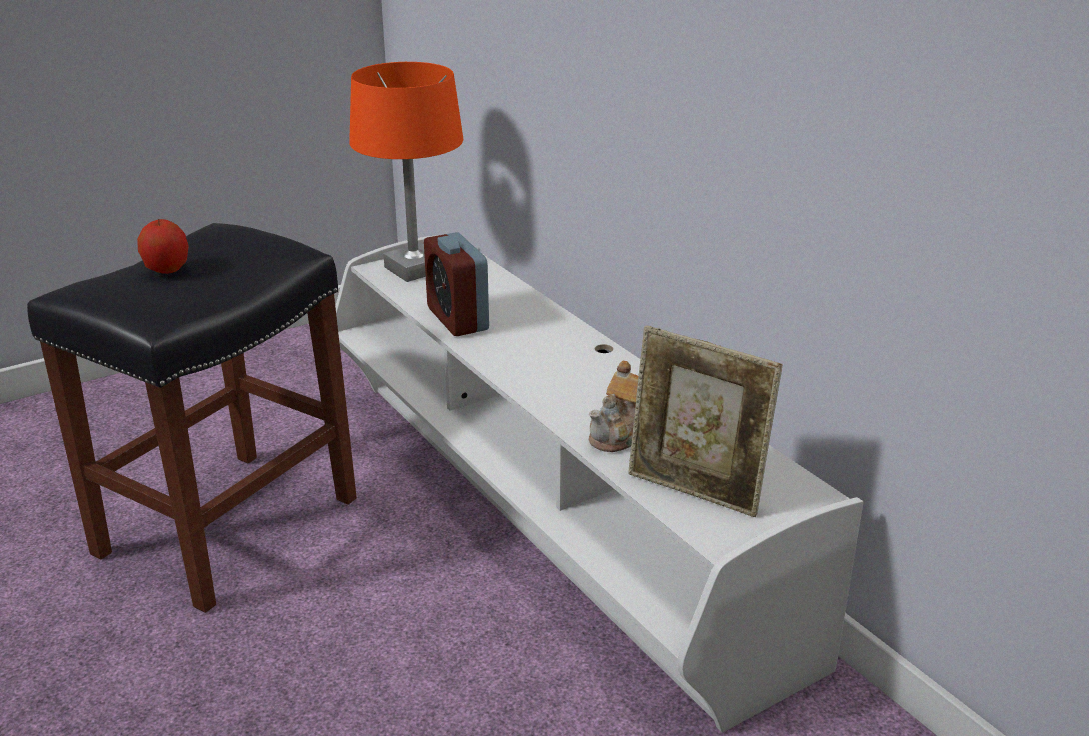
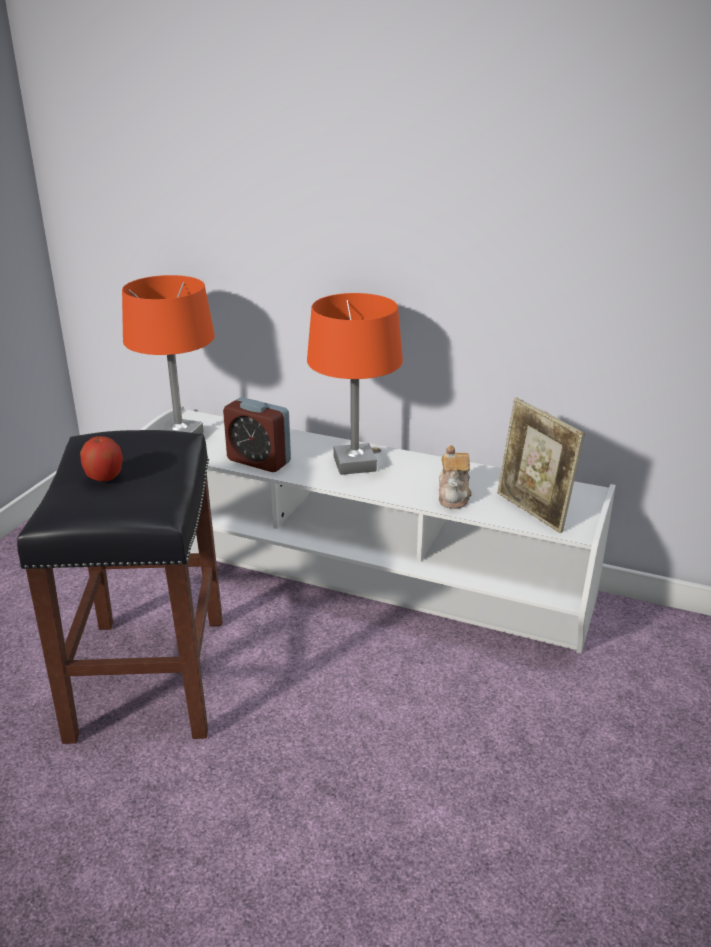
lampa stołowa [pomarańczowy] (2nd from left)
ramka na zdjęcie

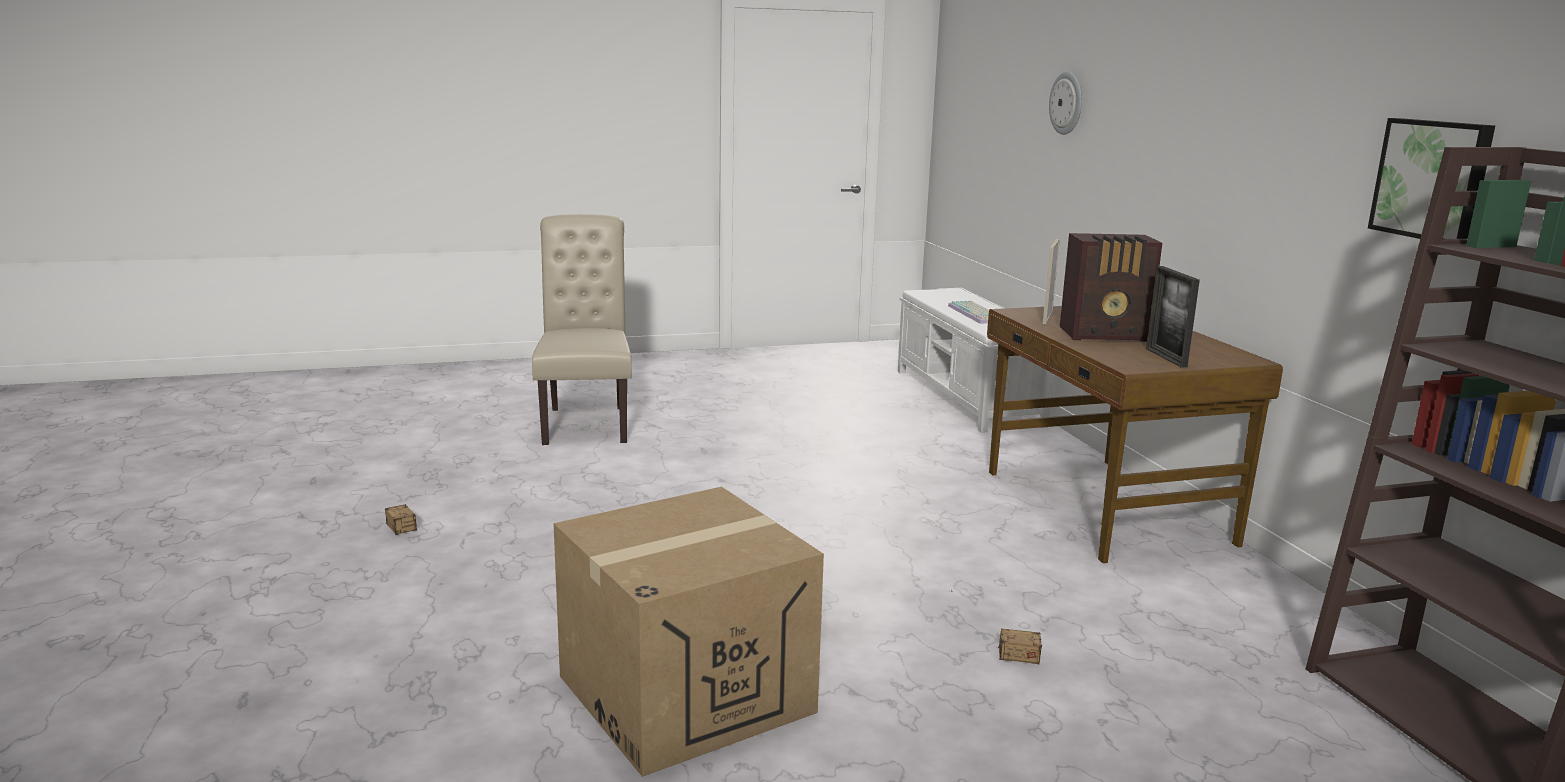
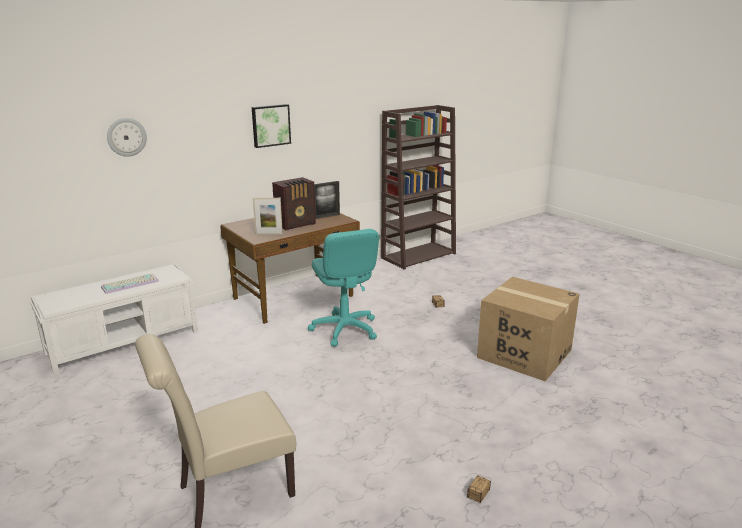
obraz
radio
krzesło biurowe [turkusowy]

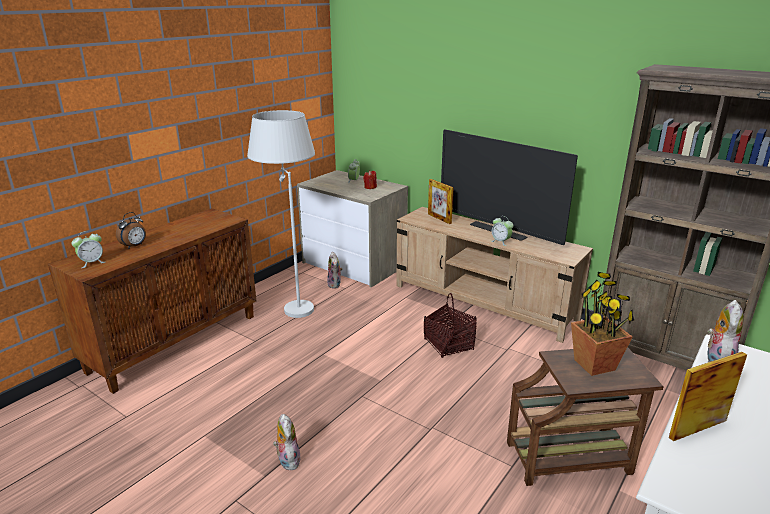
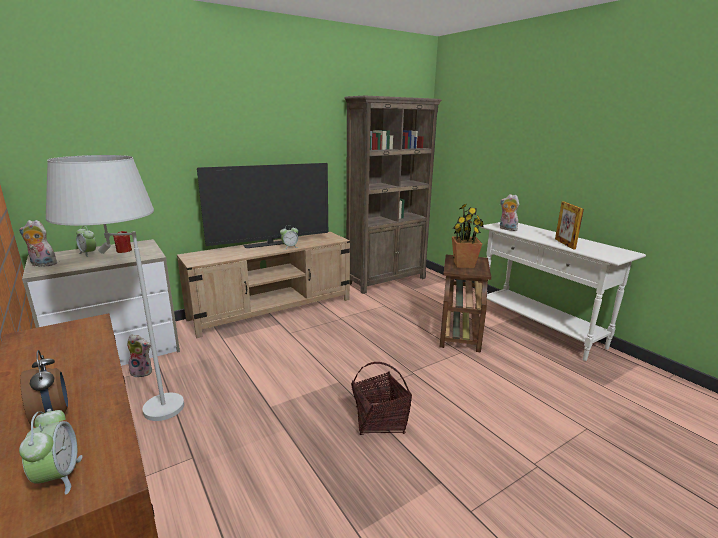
pluszak (1st from left)
koszyk
ramka na zdjęcie (1st from left in the first image)

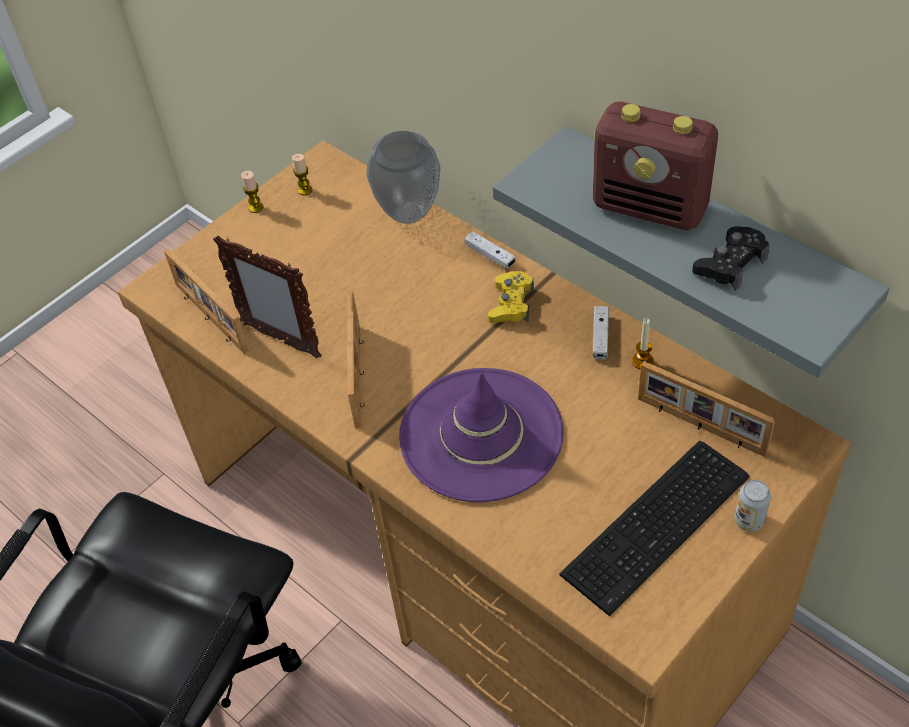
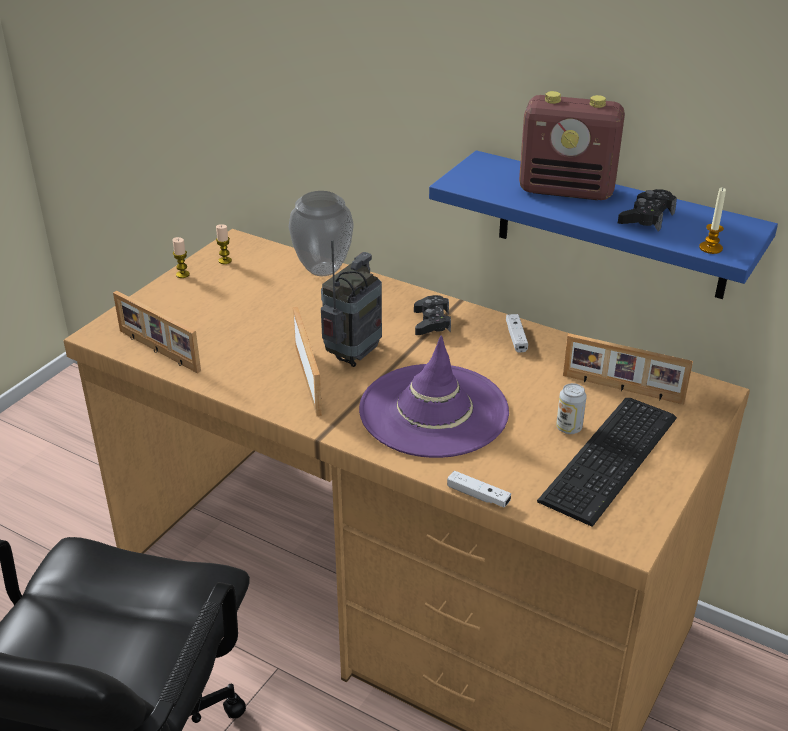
radio (1st from left)
pad do gier [czarny] (1st from left)
półka [niebieski]
pad do gier [biały] (1st from left)
puszka
świeca (3rd from left)
ramka na zdjęcie (2nd from left in the first image)

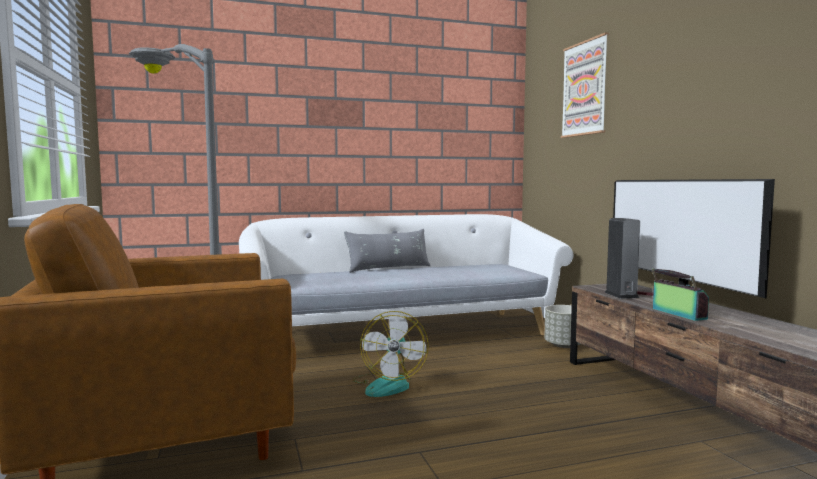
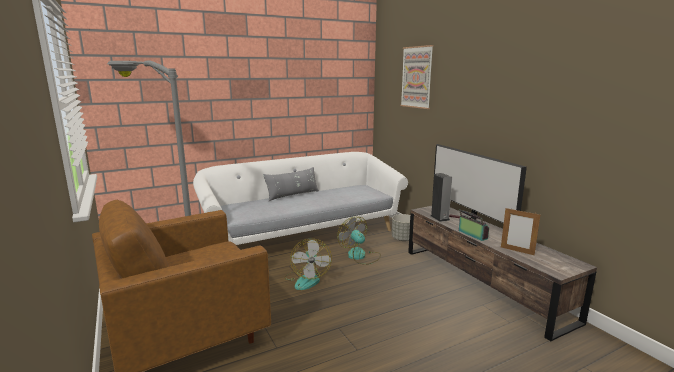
wentylator (2nd from left)
ramka na zdjęcie

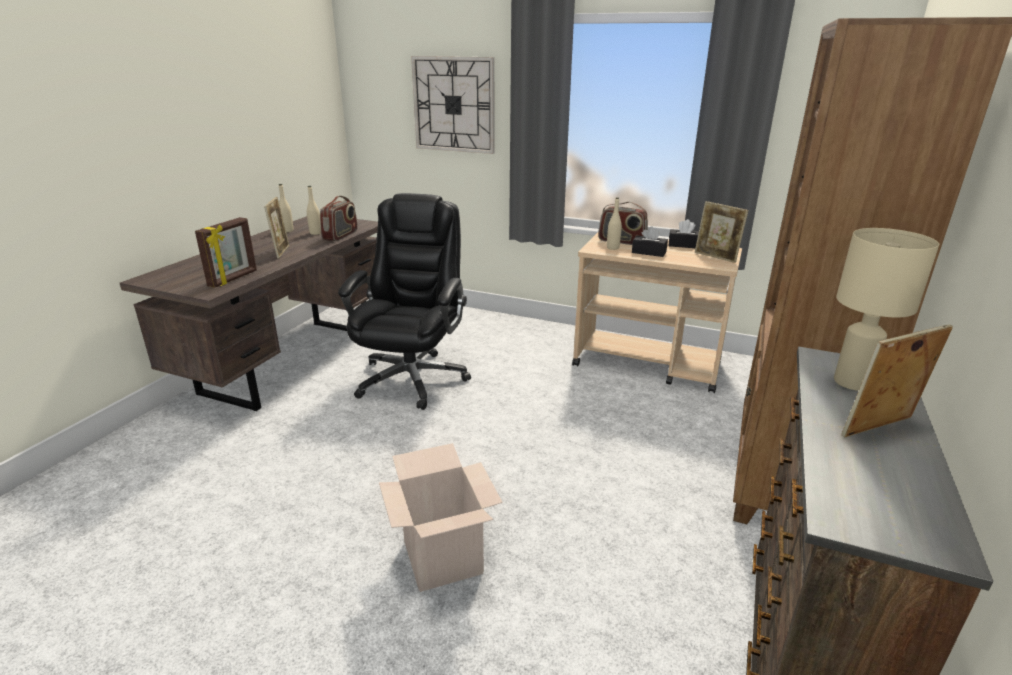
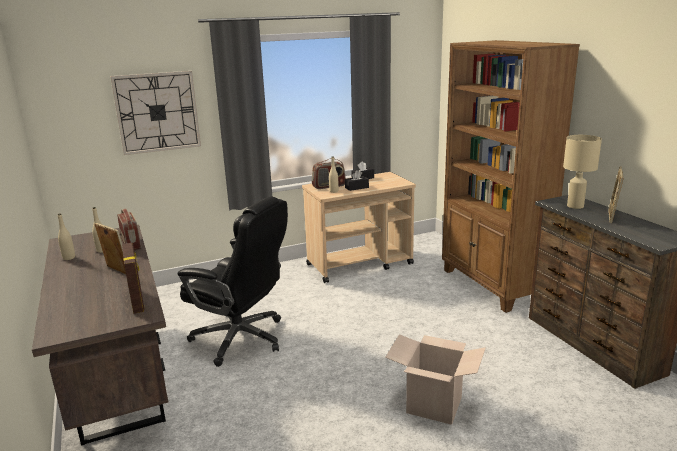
krzesło biurowe [czarny]
ramka na zdjęcie (3rd from left in the first image)

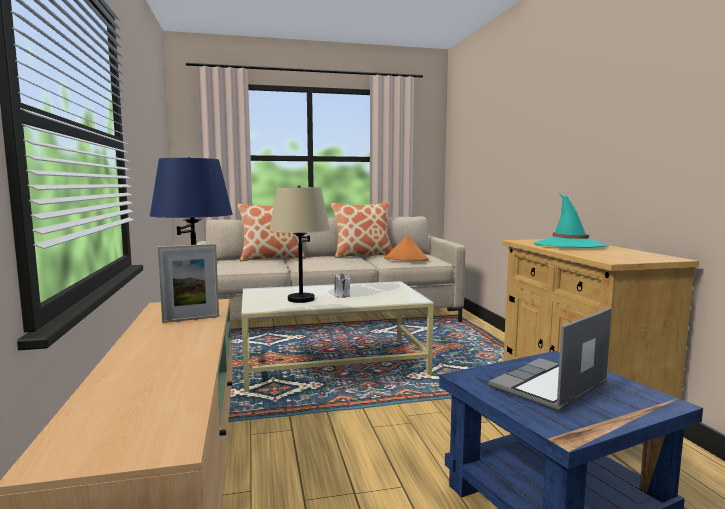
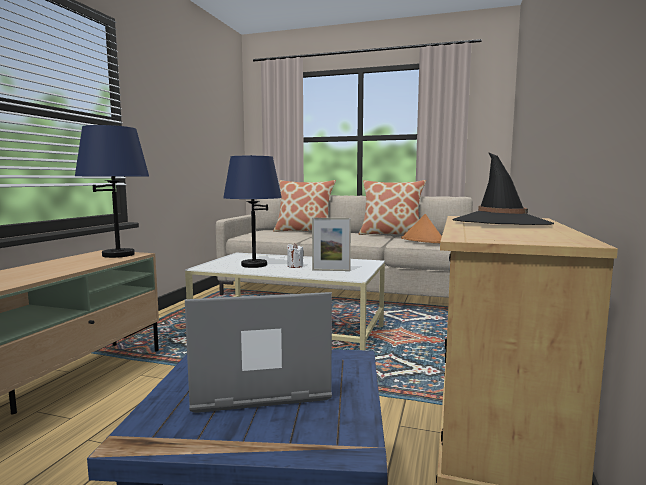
lampa stołowa [niebieski] (2nd from left)
ramka na zdjęcie
kapelusz [czarny]

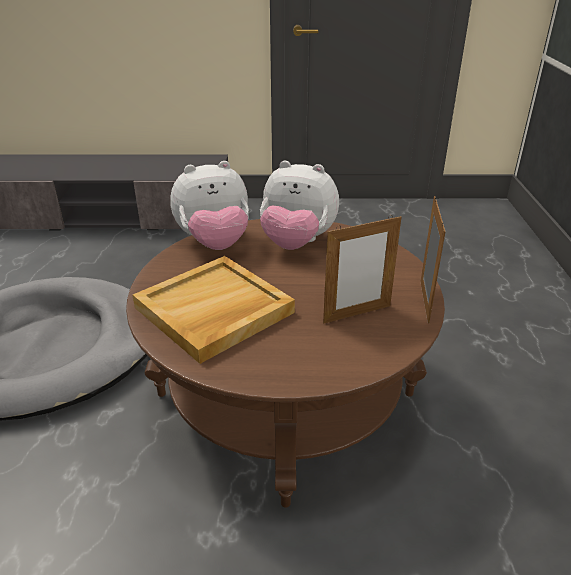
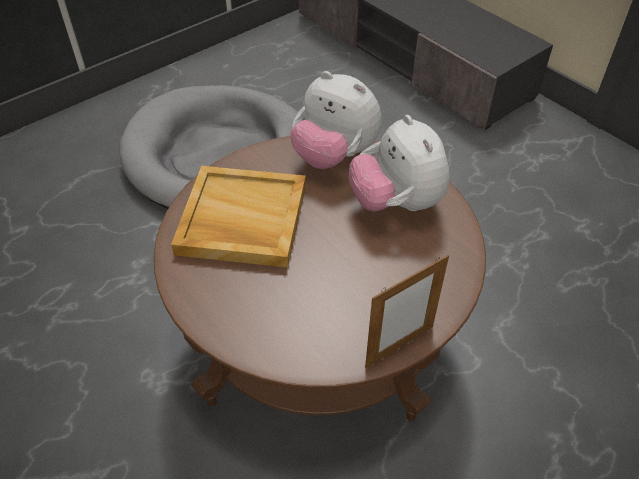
ramka na zdjęcie (1st from left in the first image)

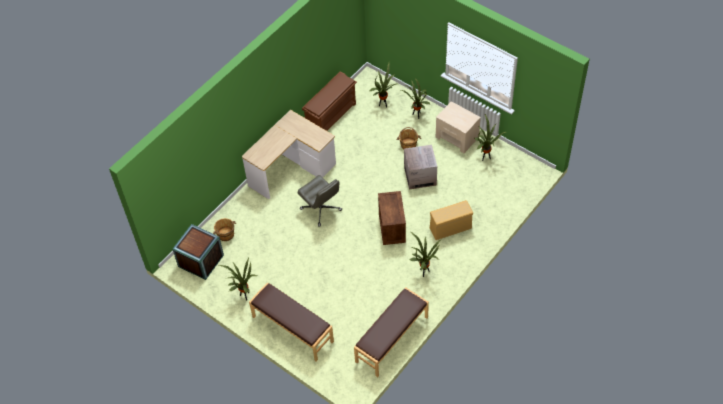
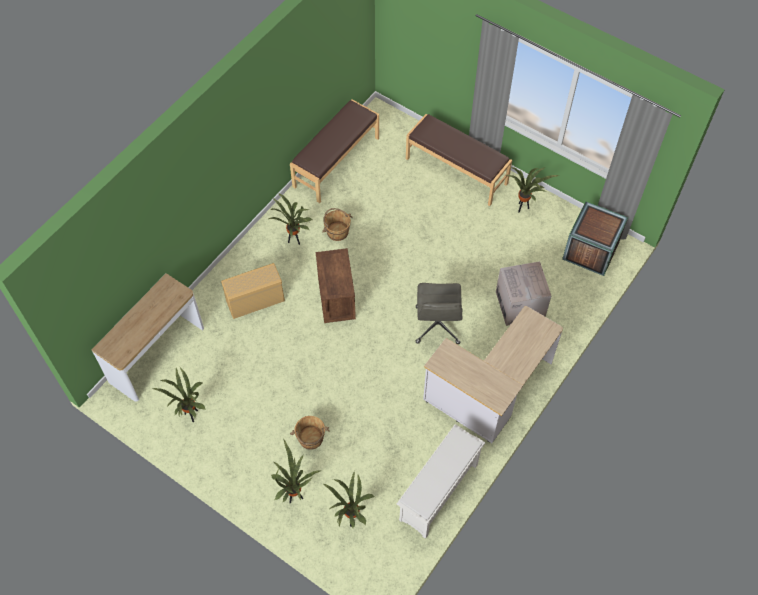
stolik konsolowy
wiadro [brązowy] (2nd from left)
regał na buty [biały]
krzesło biurowe [szary]
karton
szafka nocna [beżowy]

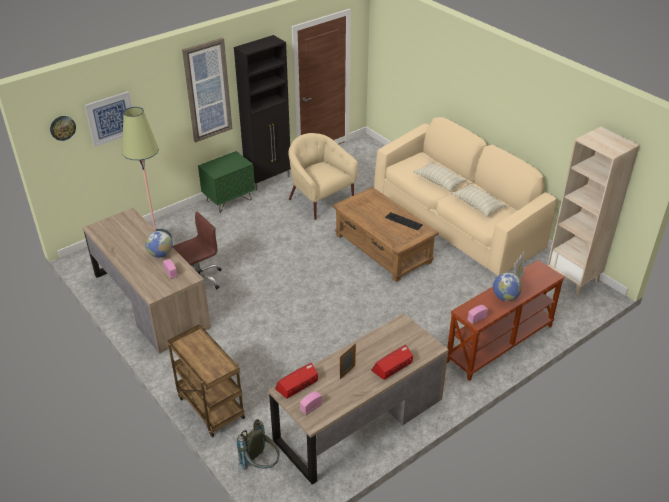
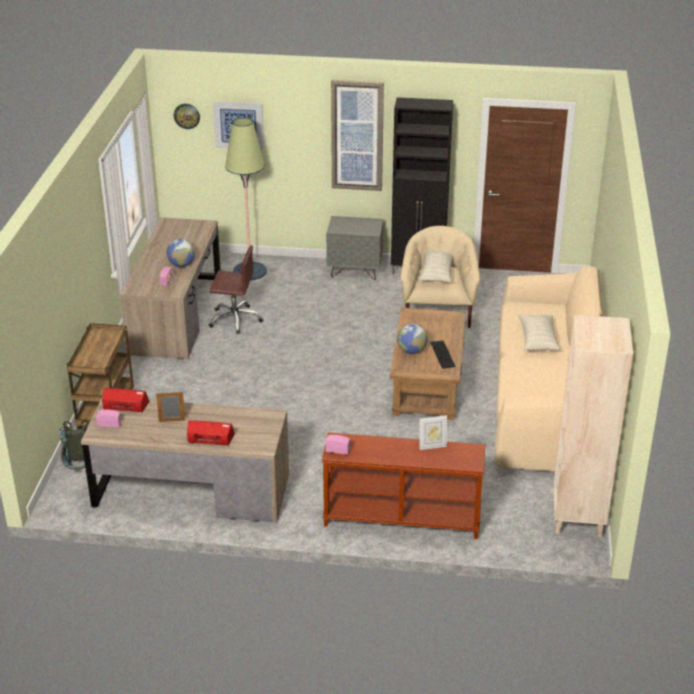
szafka nocna [szary]
globus (2nd from left)
poduszka (1st from left)

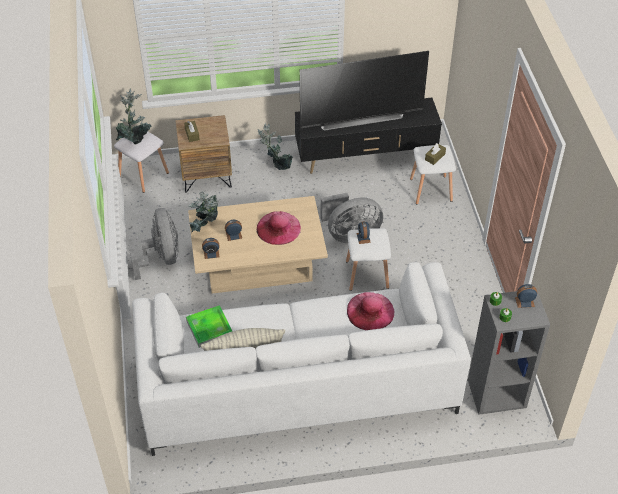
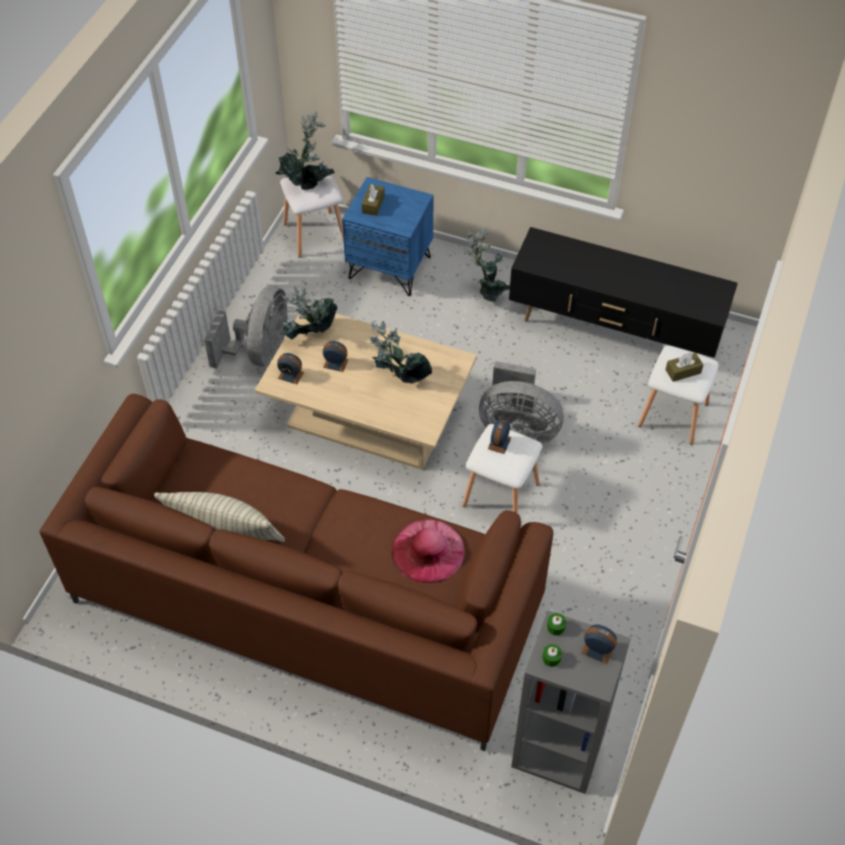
kanapa [brązowy]
szafka nocna [niebieski]
roślina doniczkowa (3rd from left)
taca
telewizor

